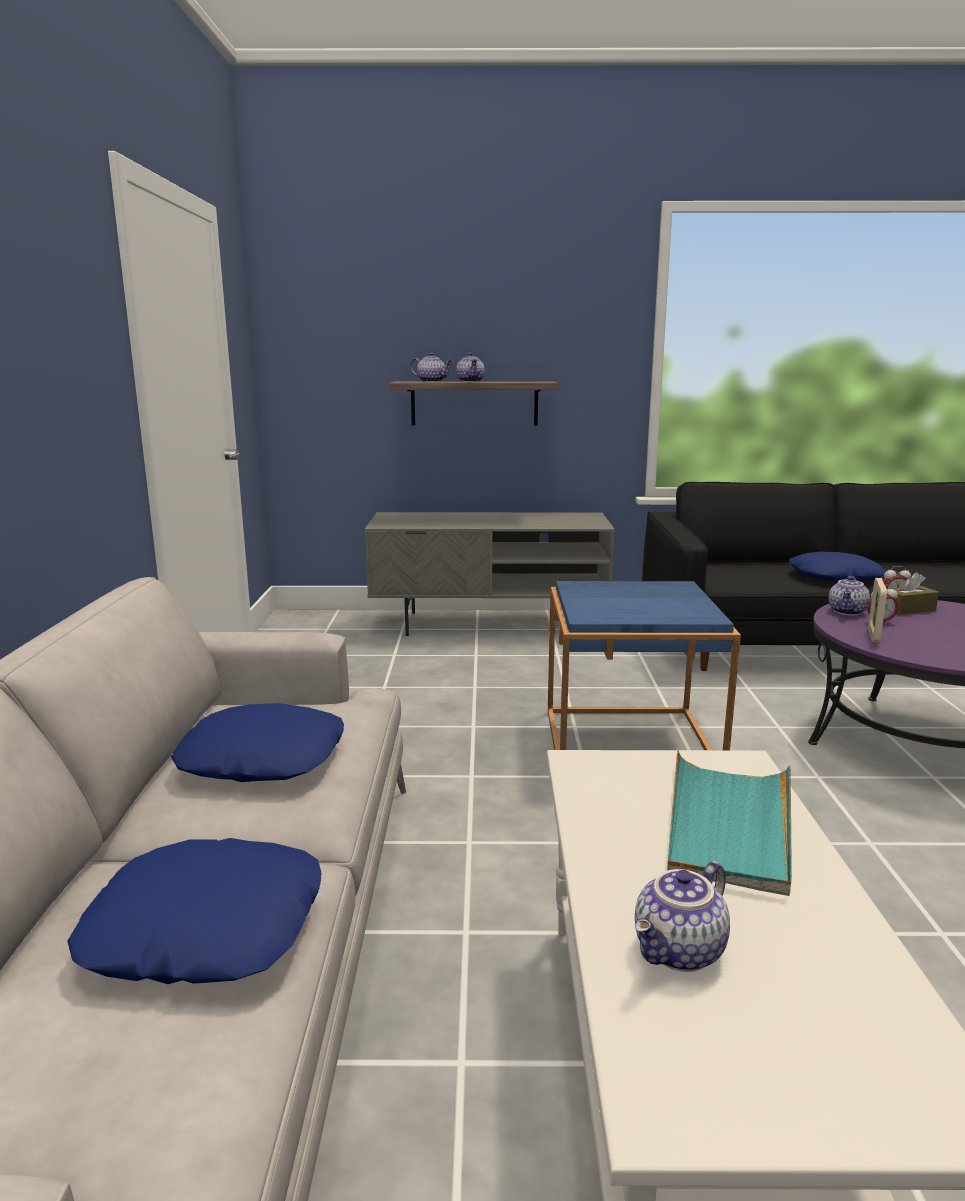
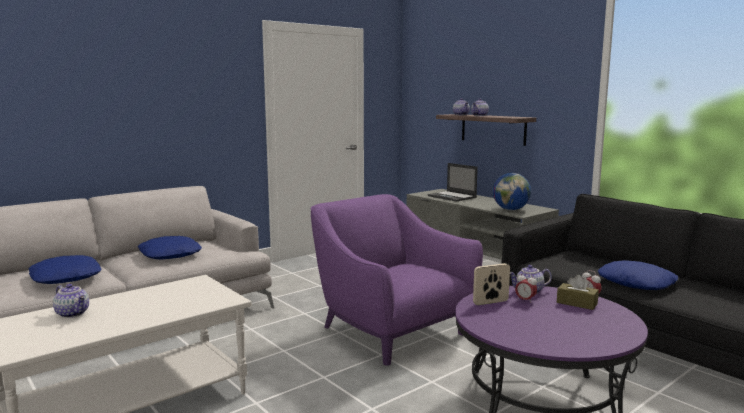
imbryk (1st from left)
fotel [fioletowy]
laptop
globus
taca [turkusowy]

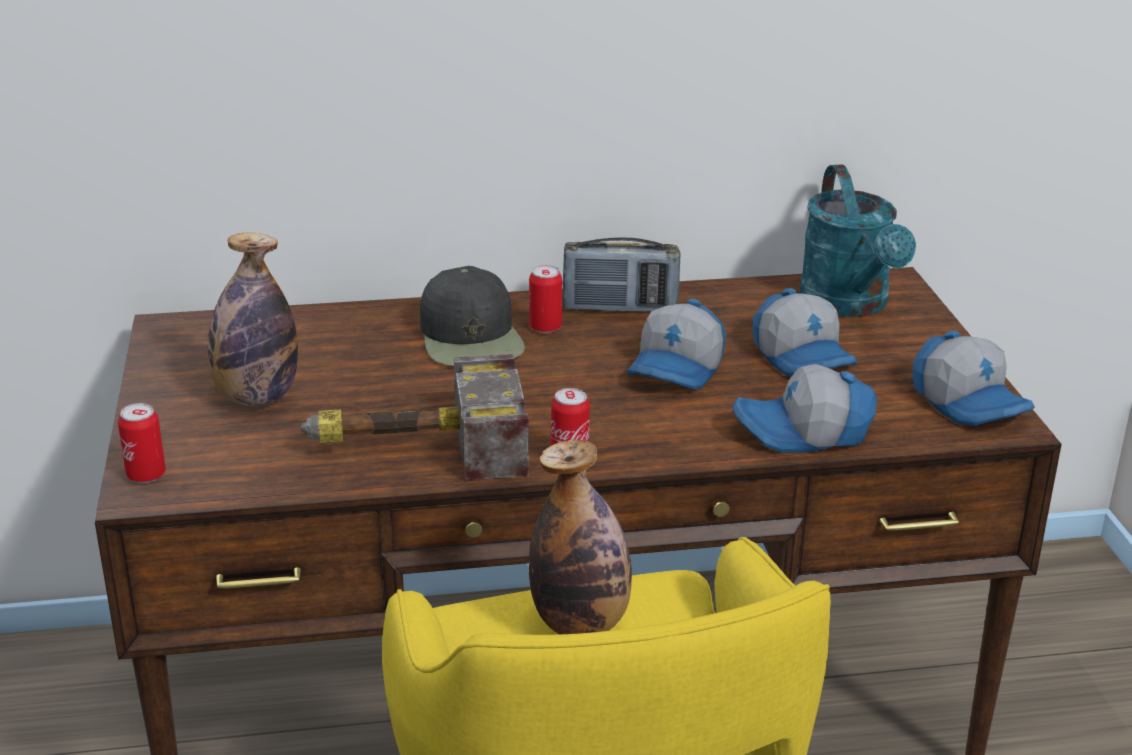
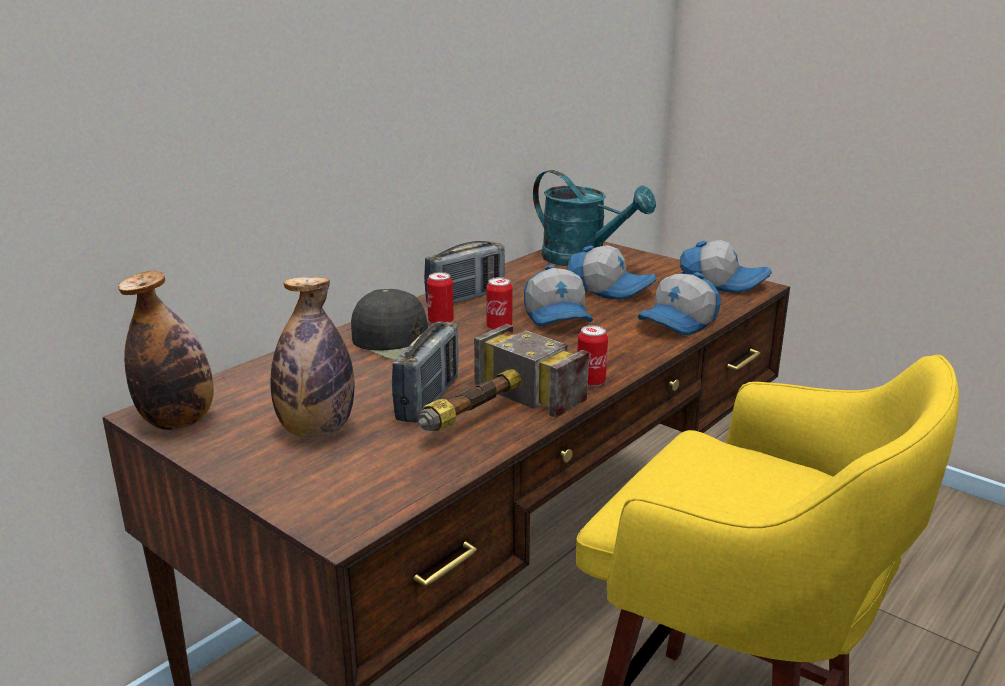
butelka (1st from left)
radio (1st from left)
puszka (2nd from left)

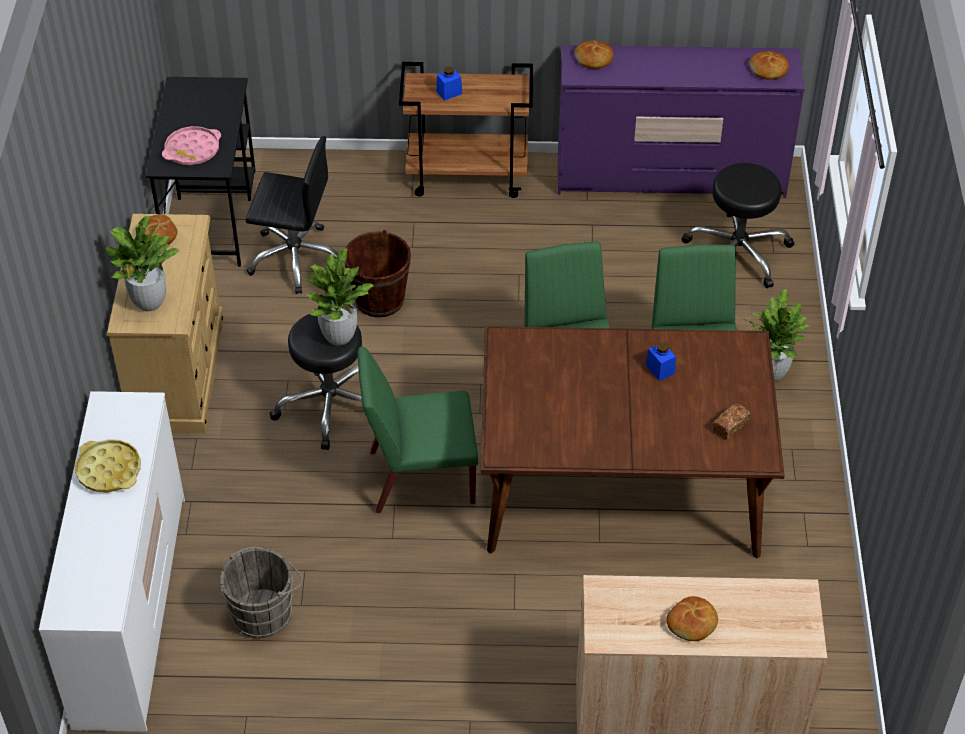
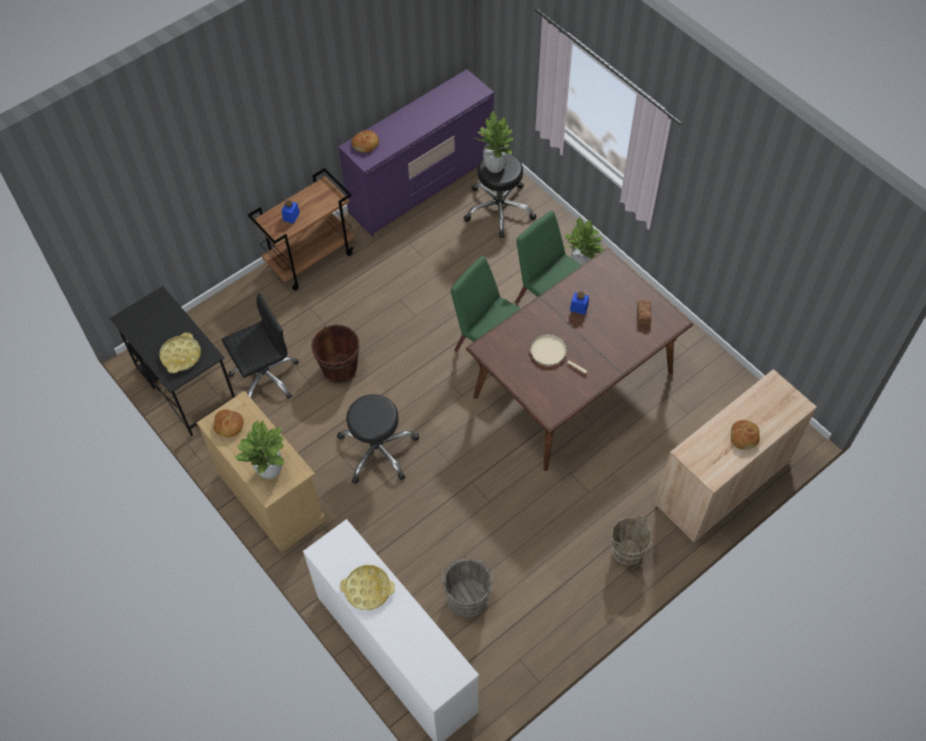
taca [żółty] (1st from left)
roślina doniczkowa (2nd from left)
patelnia [beżowy]
wiadro [brązowy] (2nd from left)
krzesło [zielony] (1st from left in the first image)
chleb (5th from left in the first image)

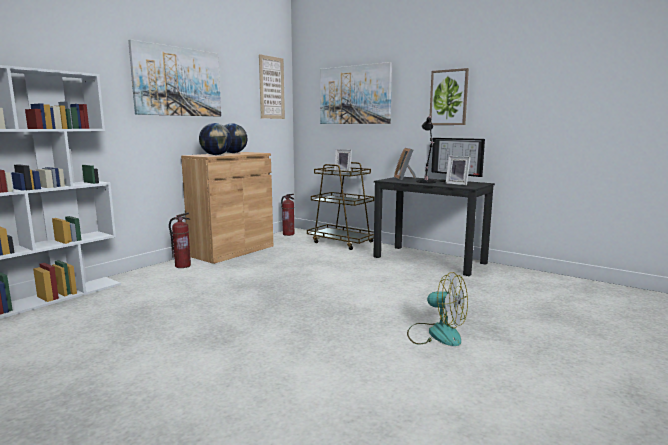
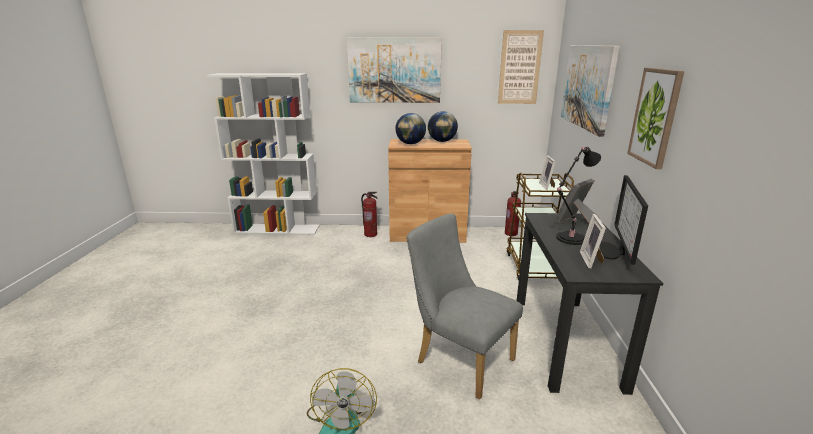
krzesło [szary]

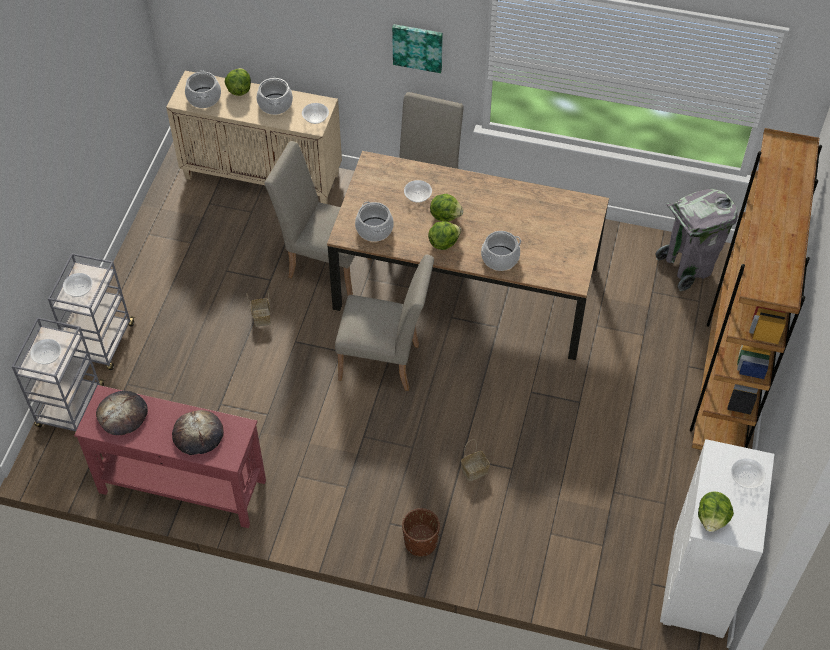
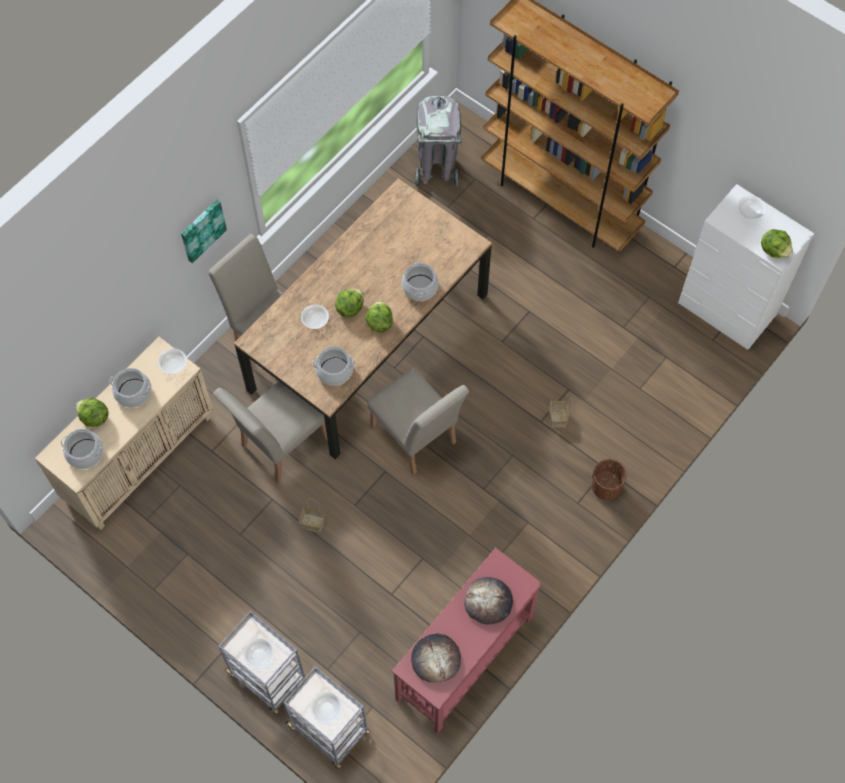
krzesło [beżowy] (3rd from left)

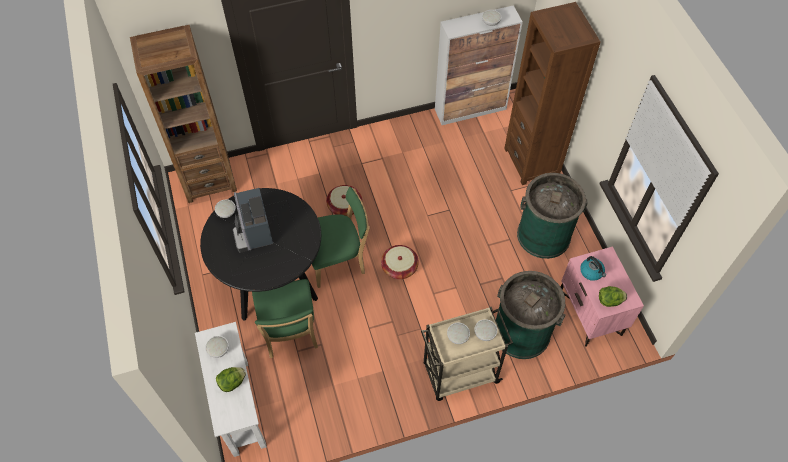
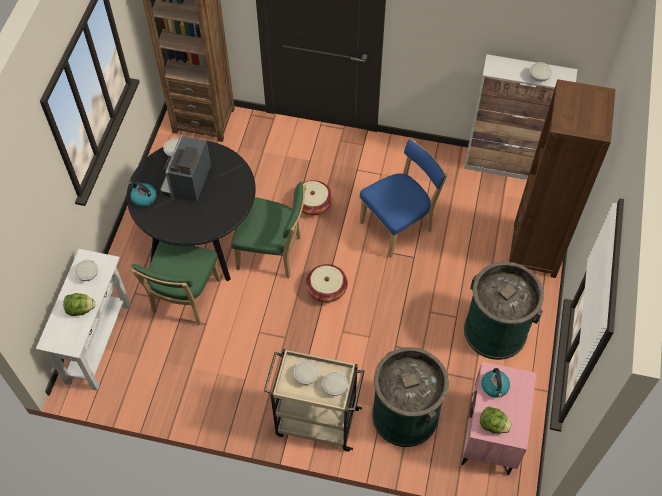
czajnik (1st from left)
krzesło [niebieski]

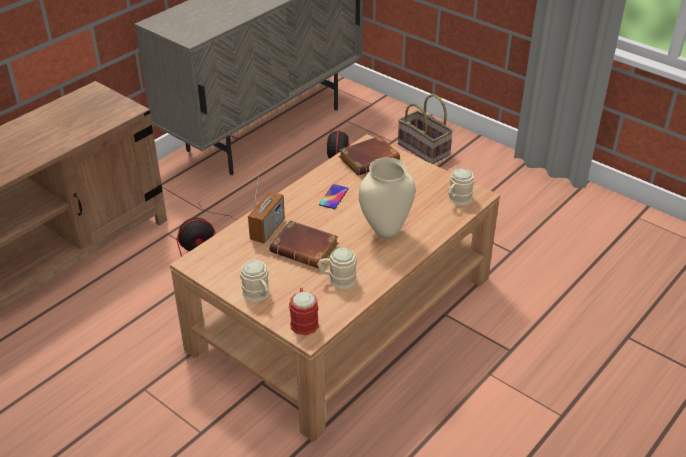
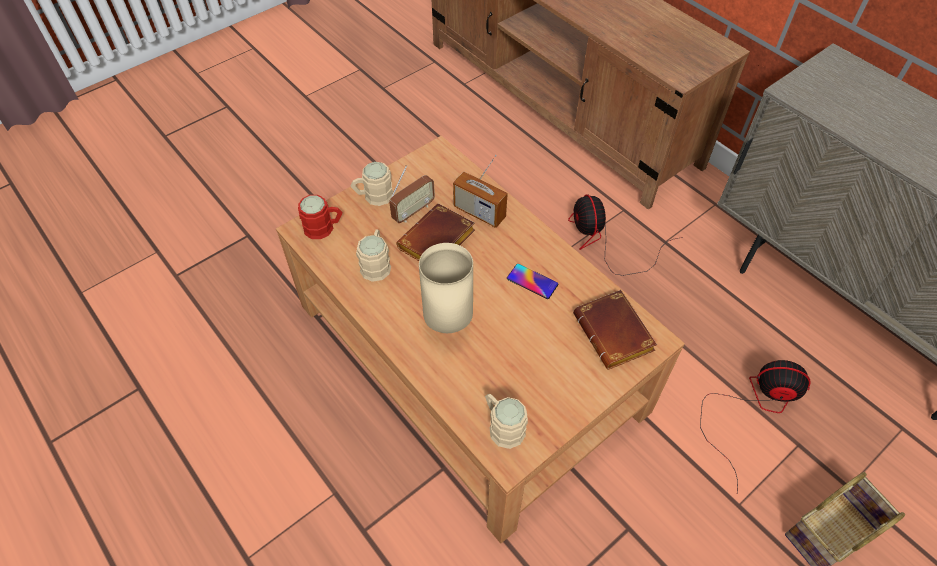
radio (1st from left)

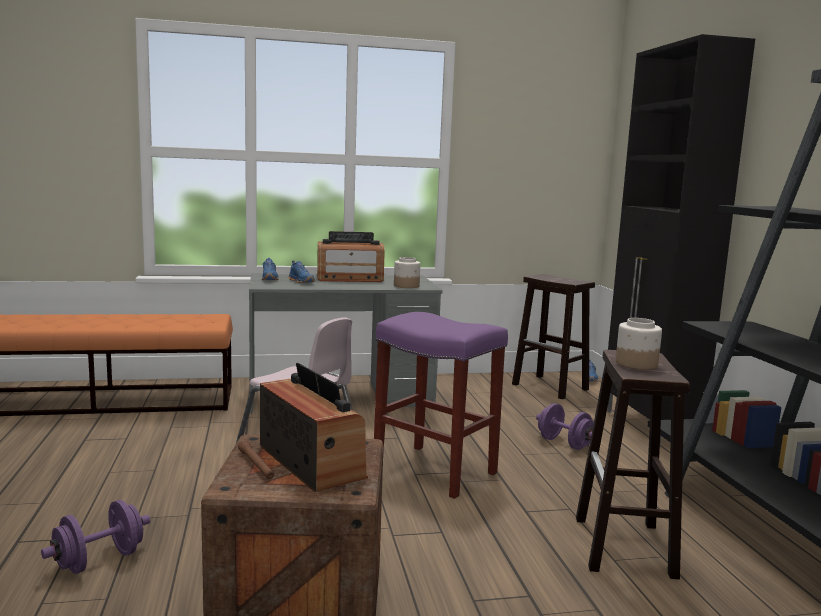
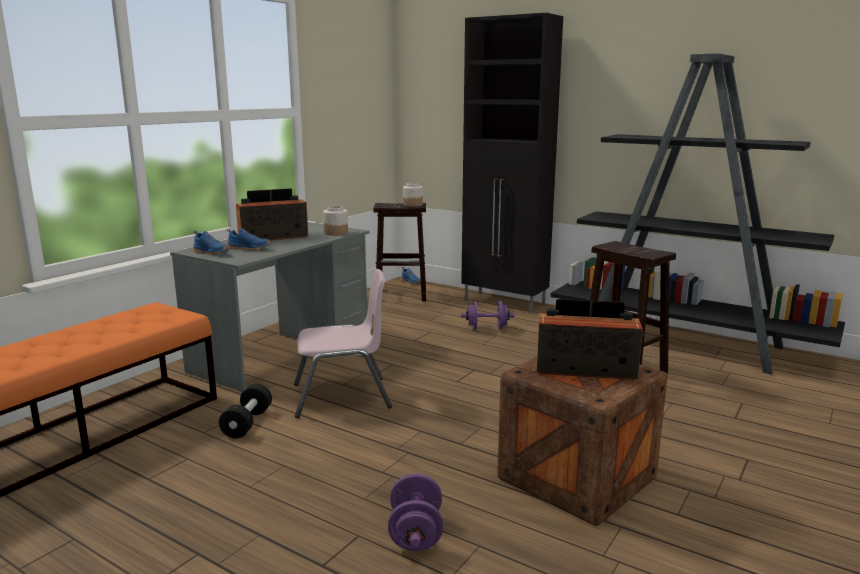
hantel [czarny]
radio (1st from left)
słoik (2nd from left)
latarka [brązowy]
stołek [fioletowy]

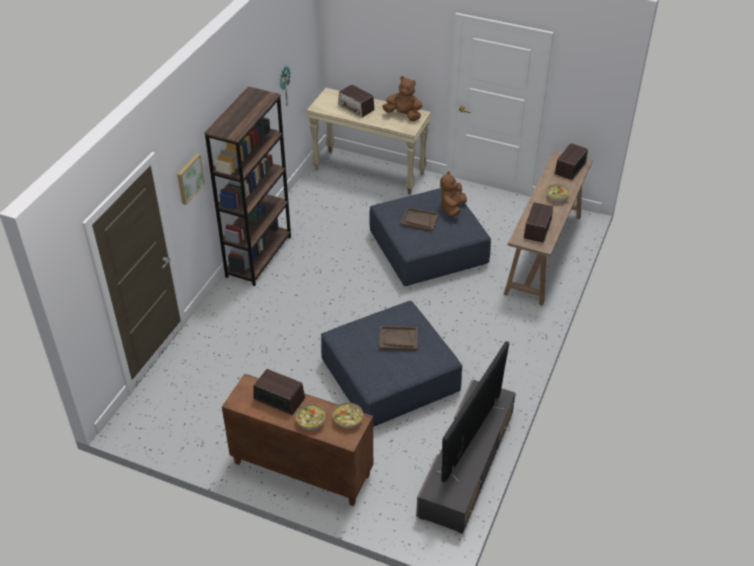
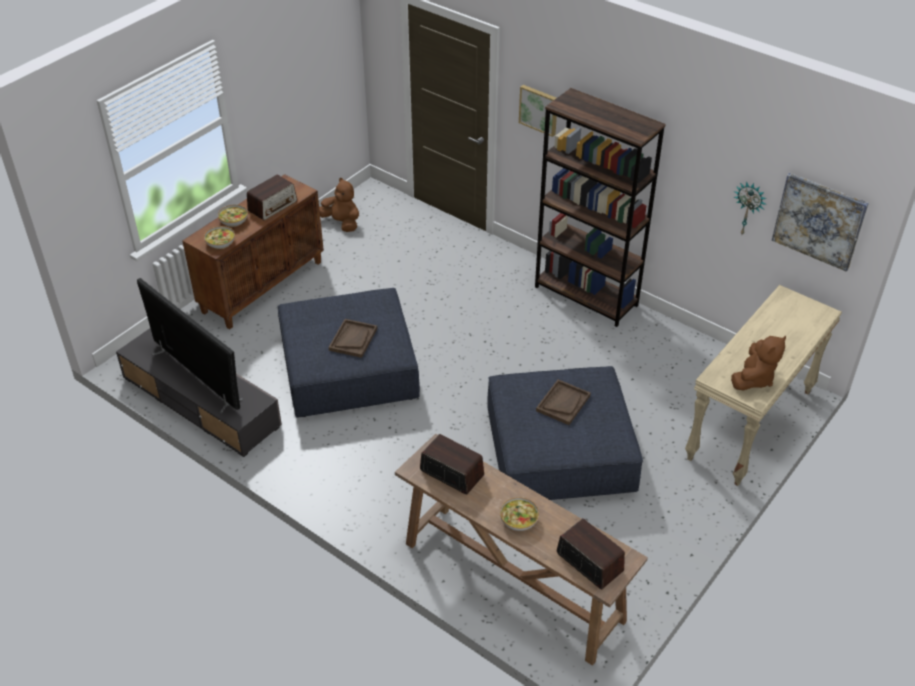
pluszak [brązowy] (1st from left)
obraz (2nd from left)
radio (2nd from left in the first image)

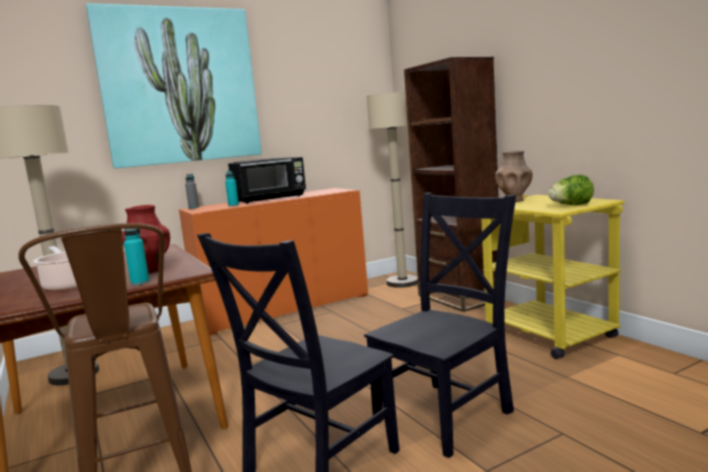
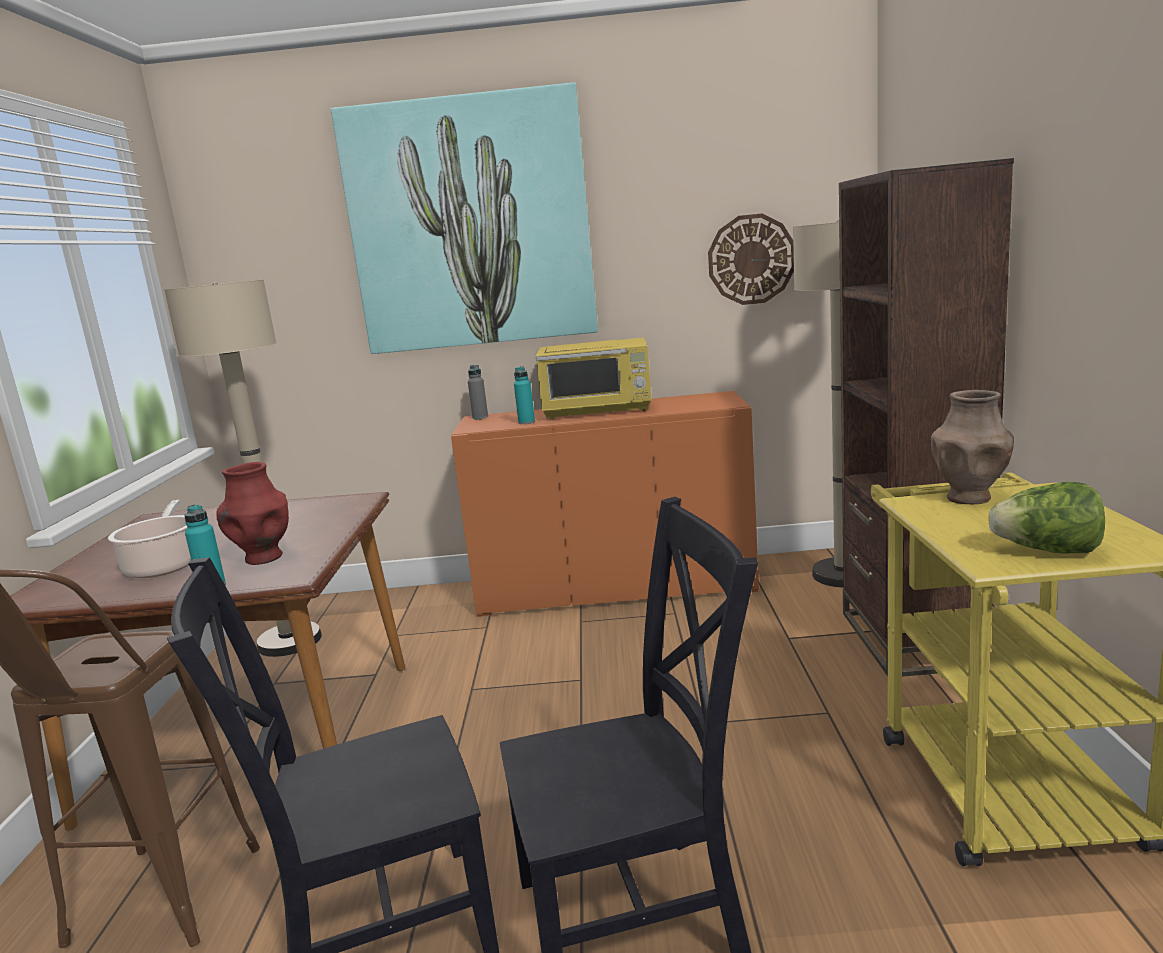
mikrofalówka [żółty]
zegar ścienny

